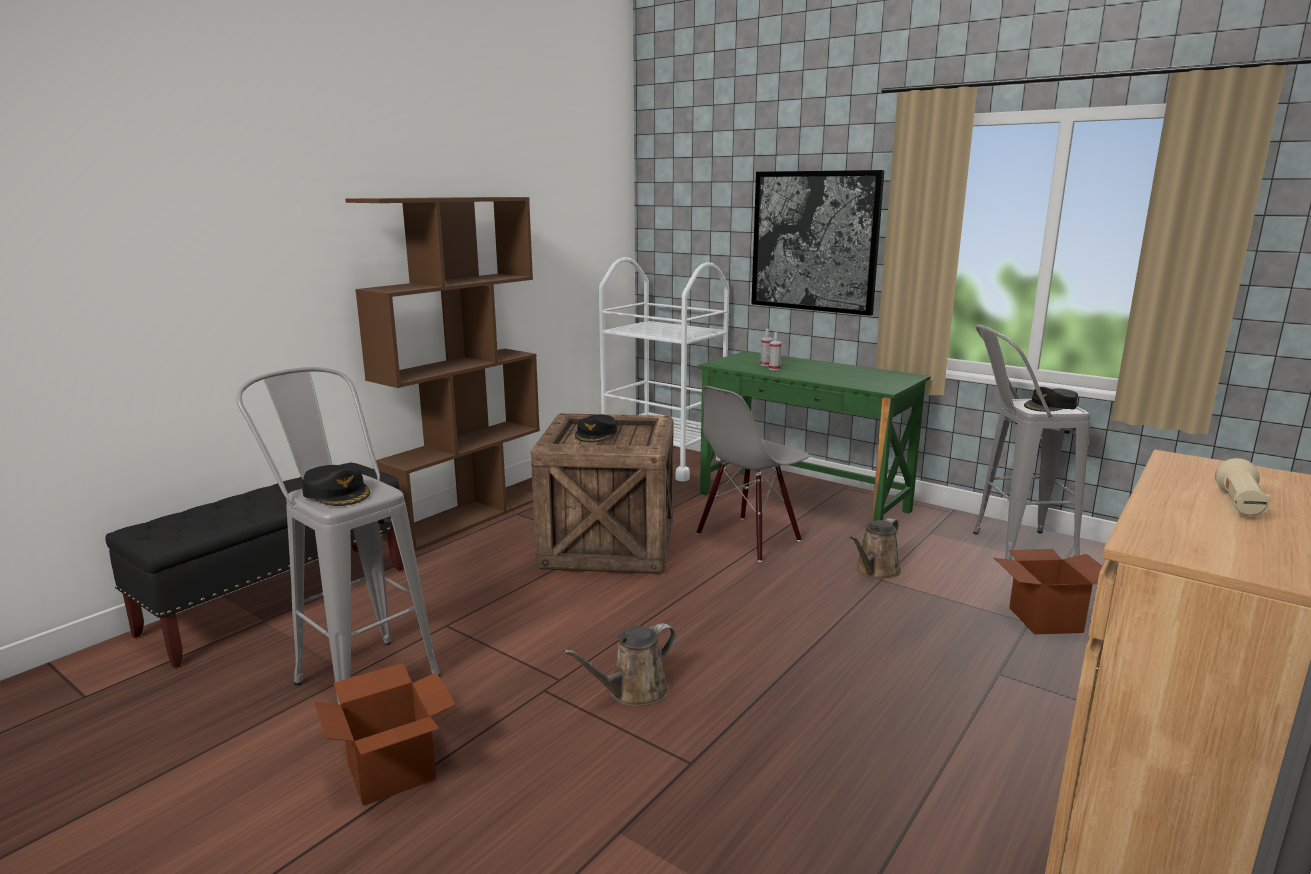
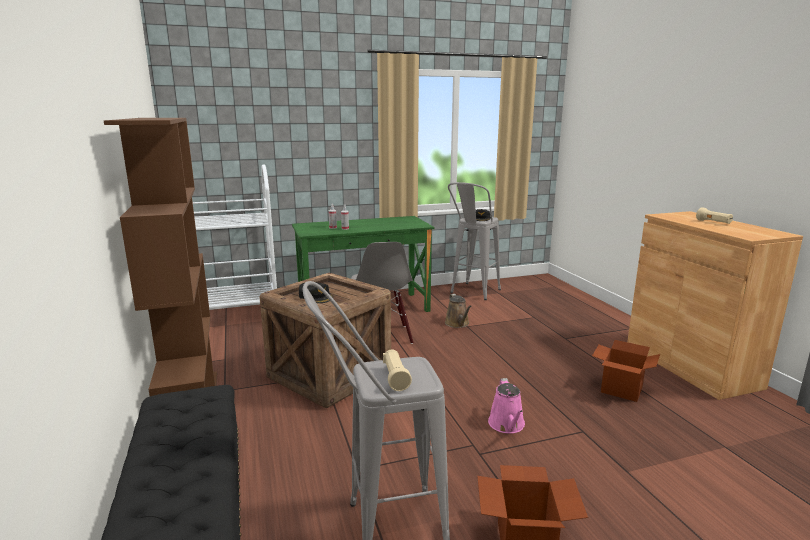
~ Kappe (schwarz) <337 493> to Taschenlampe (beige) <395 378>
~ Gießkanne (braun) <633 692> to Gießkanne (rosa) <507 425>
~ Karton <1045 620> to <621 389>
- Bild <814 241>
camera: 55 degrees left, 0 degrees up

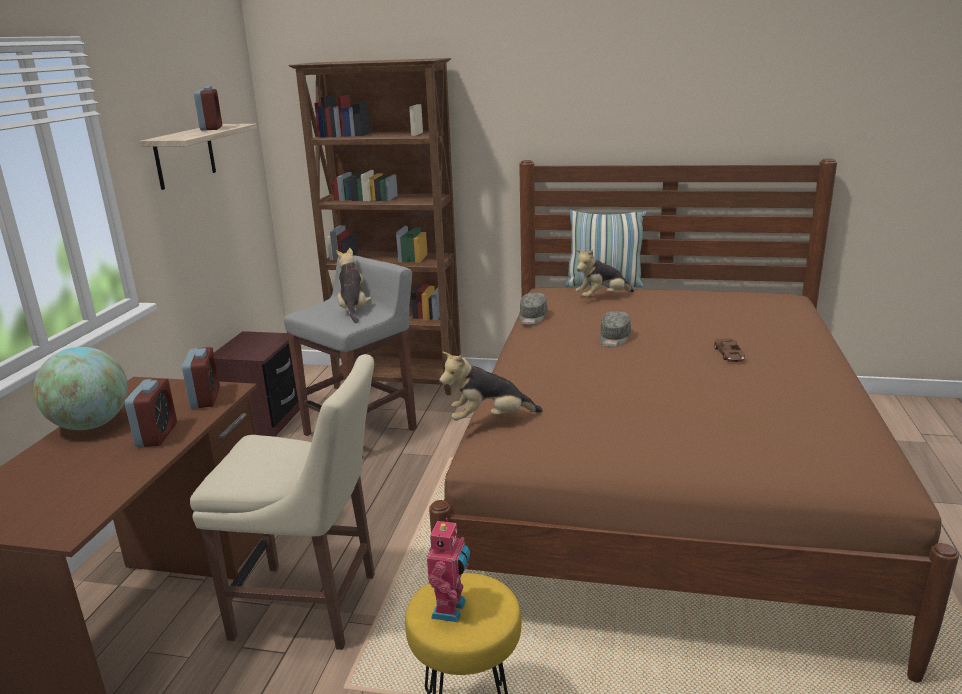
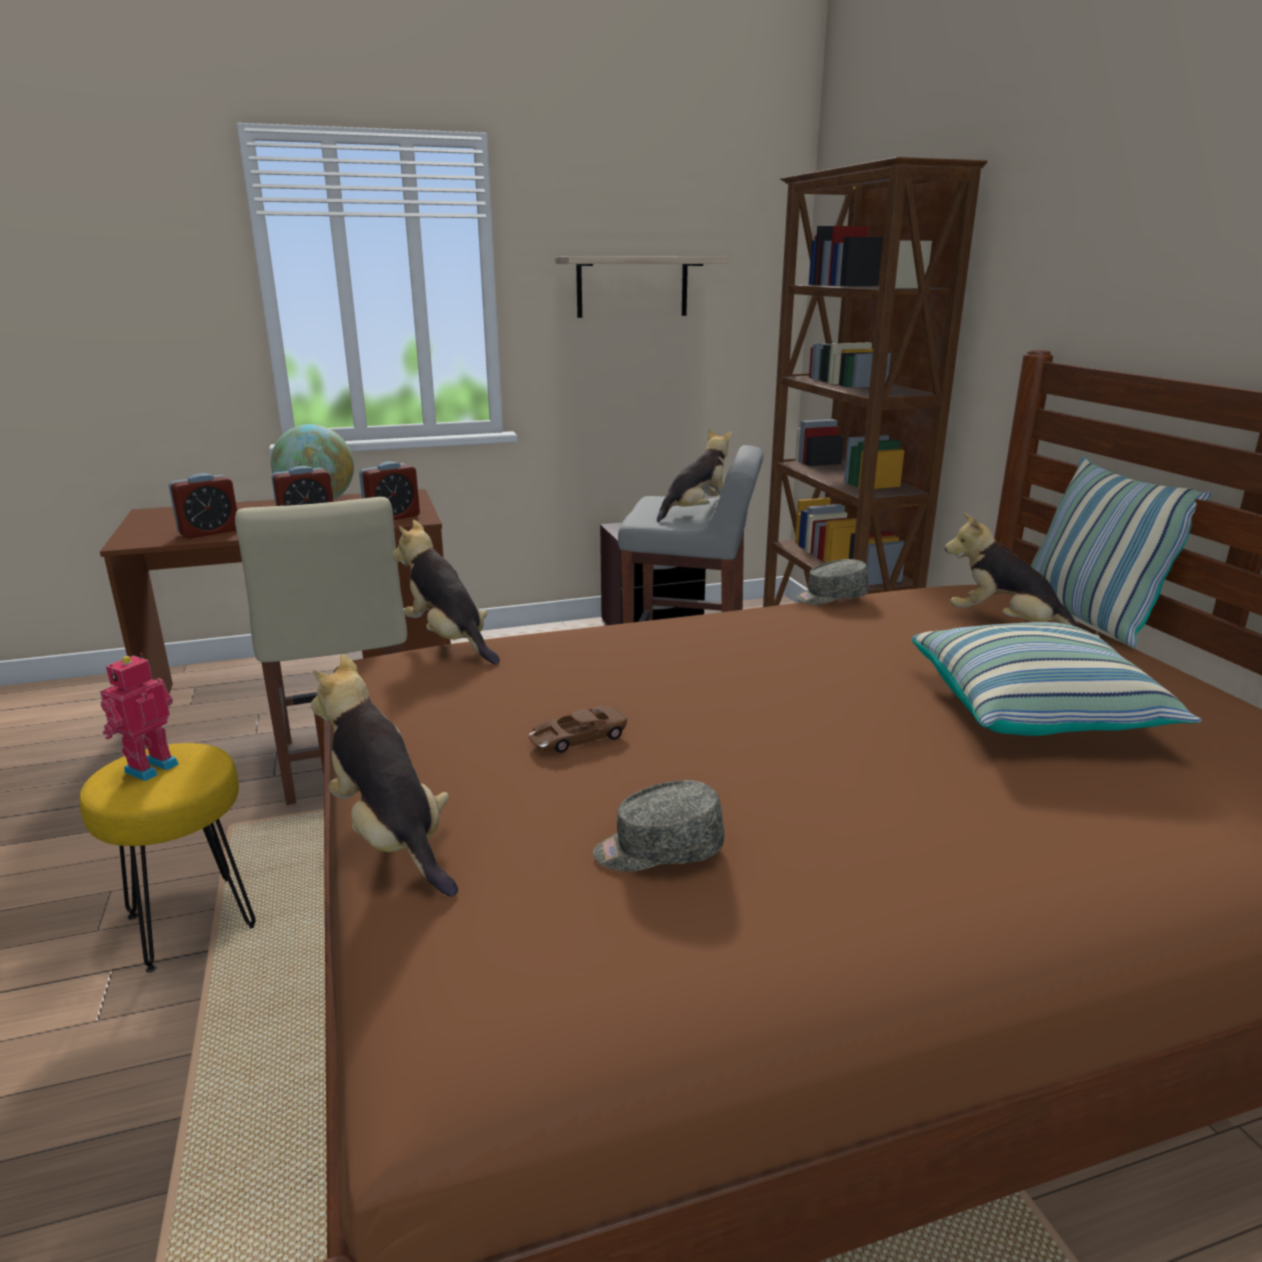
~ Spielzeugroboter <451 610> = <149 767> 135 degrees clockwise
~ Wecker <211 128> to <209 532>
+ Plüschtier <391 837>
~ Spielzeugauto (braun) <729 354> to <577 738>
~ Kappe (grau) <614 338> to <658 850>
+ Kissen <1036 710>
camera: 60 degrees right, 0 degrees up

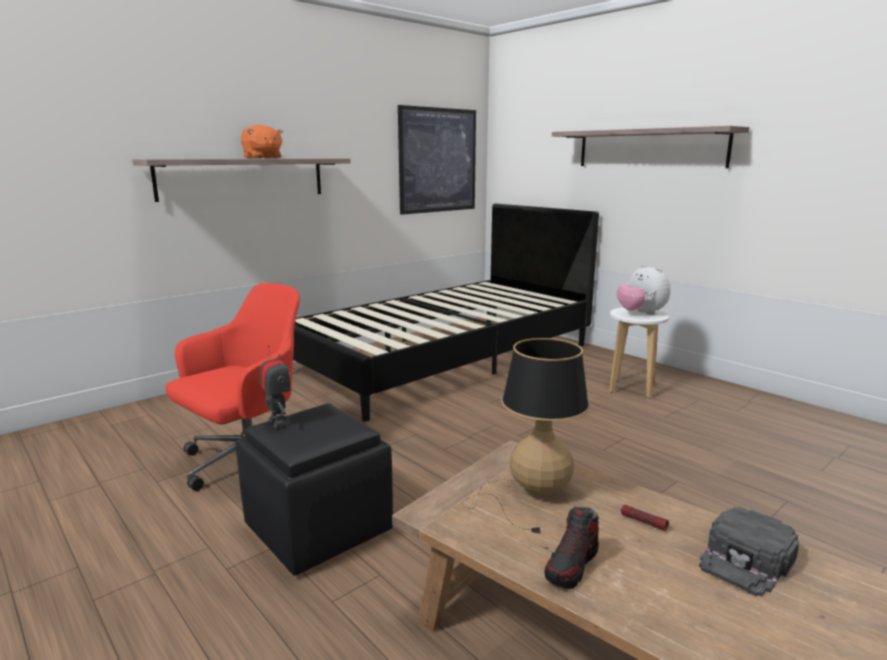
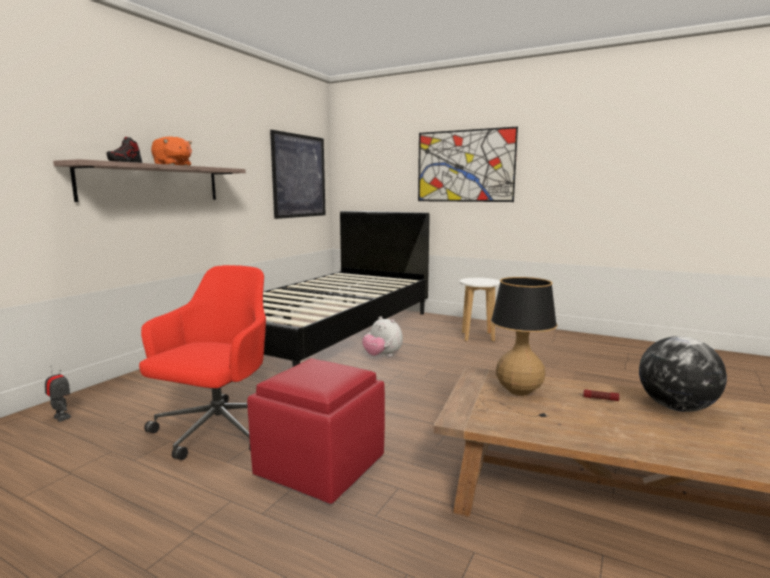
~ Spielzeugroboter <278 422> to <61 417>
~ Schuh <572 565> to <125 162>
~ Polsterhocker (schwarz) <316 528> to Polsterhocker (rot) <319 467>
~ Plüschtier <641 313> to <382 356>
~ Wandregal <649 148> to Bild <465 166>
~ Kappe (schwarz) <746 559> to Globus <676 407>
camera: 20 degrees left, 5 degrees down

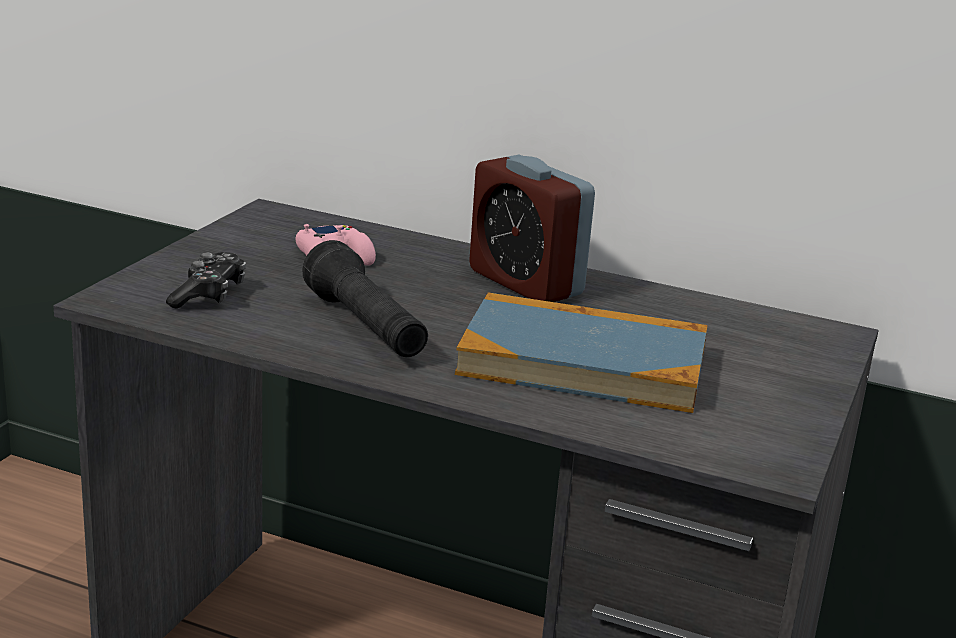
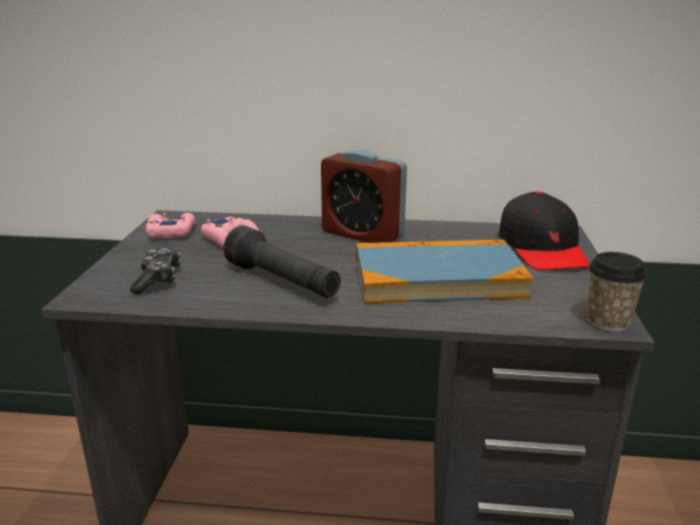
+ Gamepad (rosa) <171 232>
+ Kappe (schwarz) <542 248>
+ Tasse <607 322>
camera: 15 degrees left, 0 degrees up

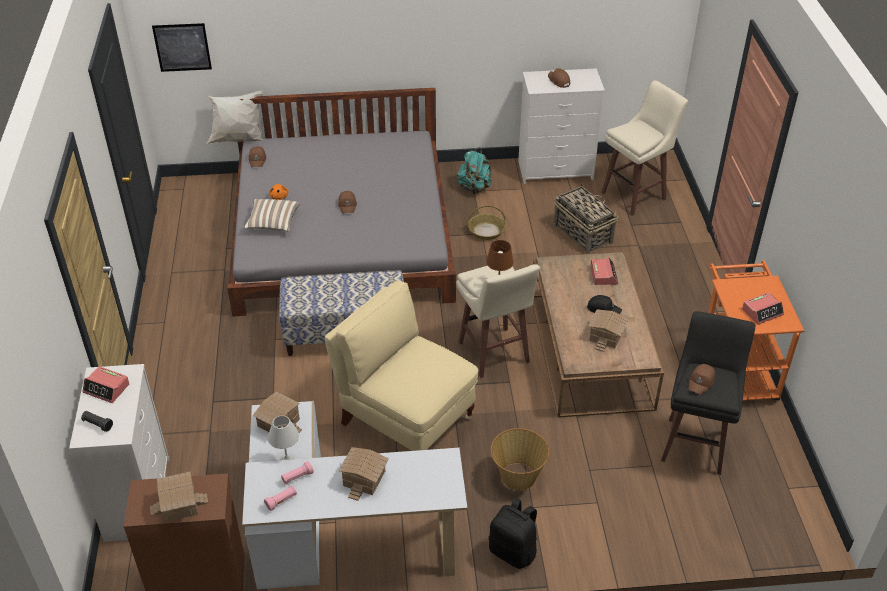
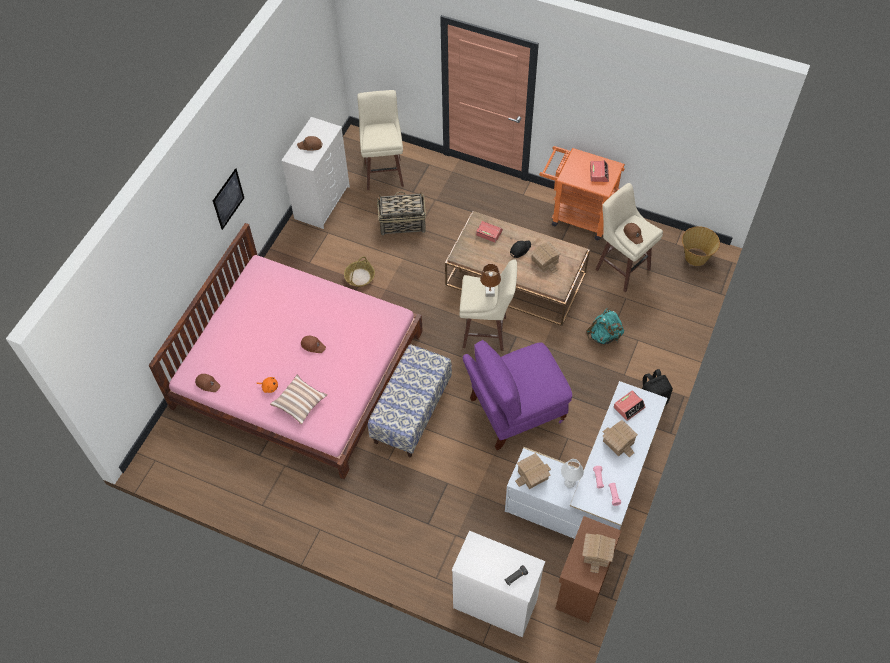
~ Bett (grau) <342 234> to Bett (rosa) <298 369>
~ Bild <182 47> to <228 199>
~ Stuhl (beige) <405 419> to Stuhl (lila) <515 410>
~ Rucksack (türkis) <474 188> to <604 336>
~ Hocker (schwarz) <695 444> to Hocker (beige) <621 268>
~ Wecker <107 388> to <629 407>
~ Korb <517 476> to <695 257>
- Kissen (weiß) <238 140>
camera: 60 degrees left, 15 degrees up

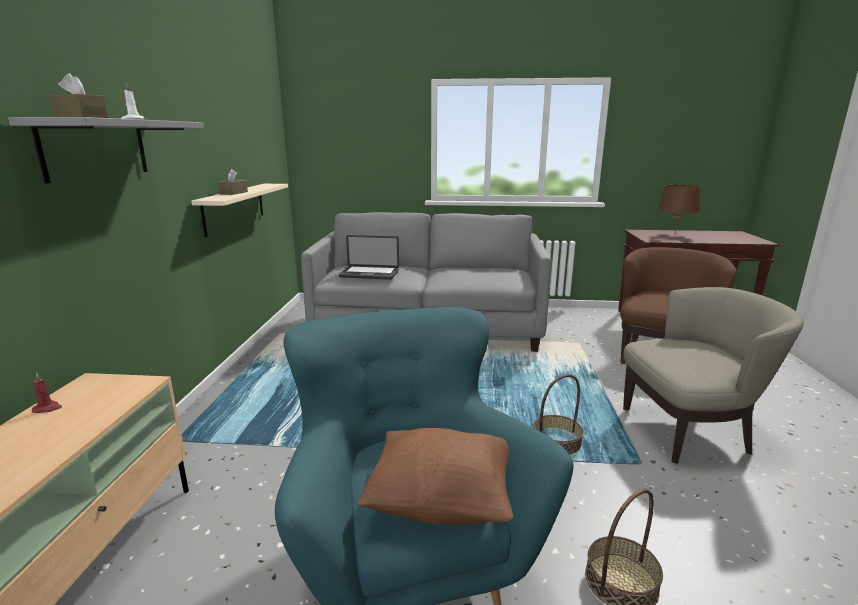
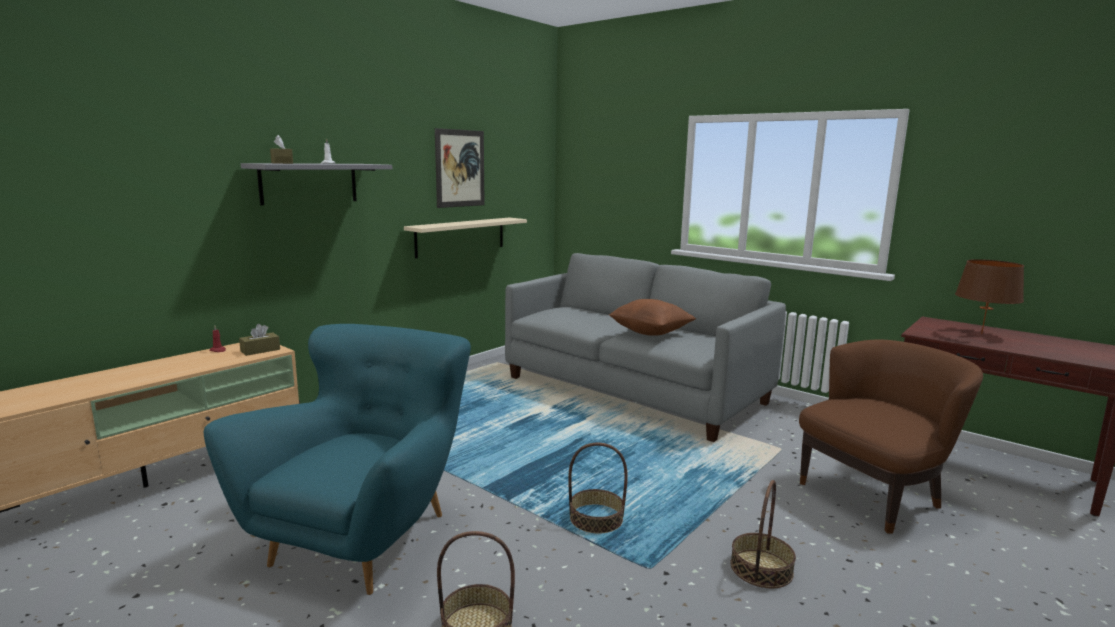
~ Taschentuchbox (braun) <233 193> to <260 350>
+ Bild <460 168>
~ Kissen (braun) <442 501> to <650 333>
~ Sessel (beige) <689 431> to Korb <761 568>
- Laptop <369 274>
camera: 35 degrees right, 5 degrees down

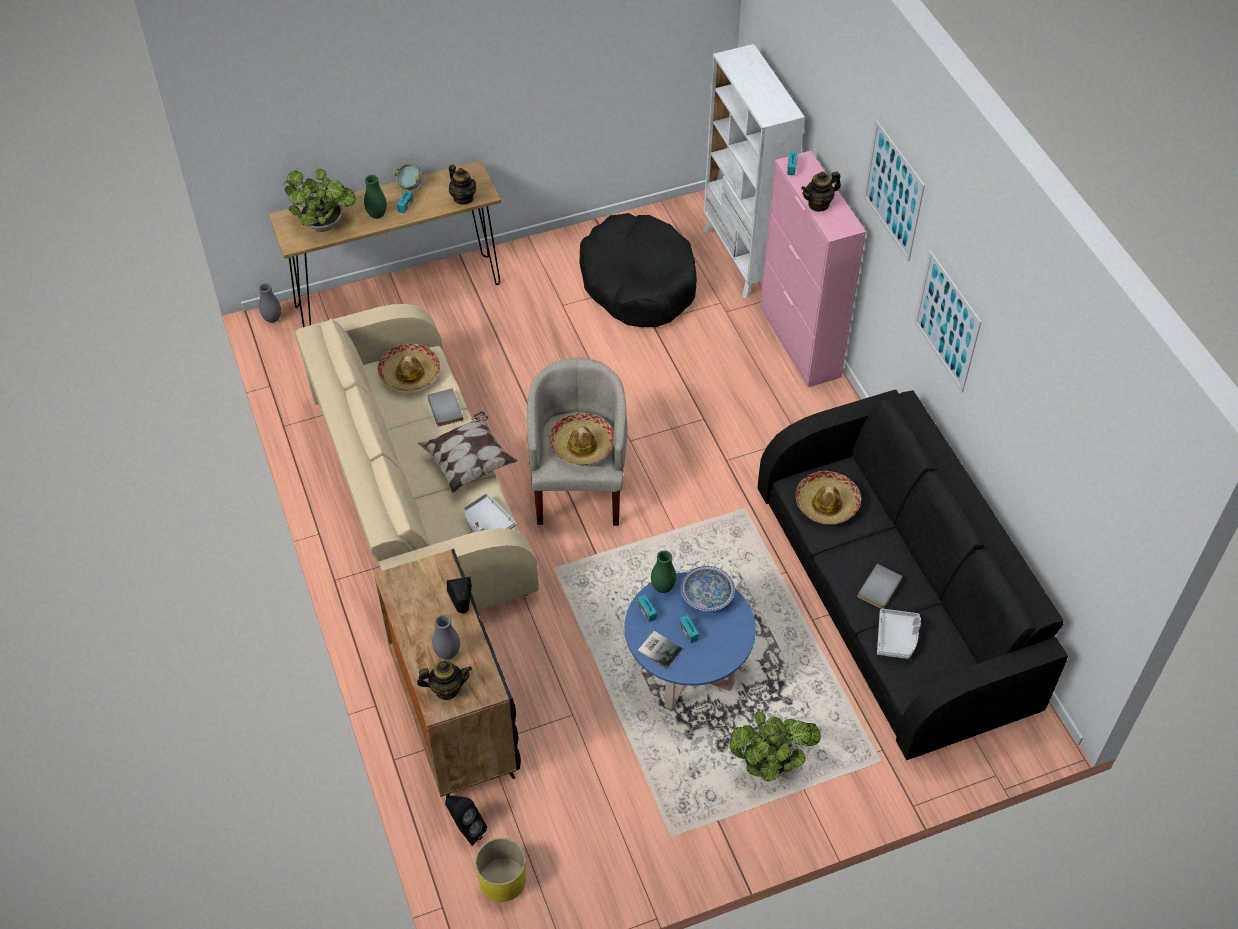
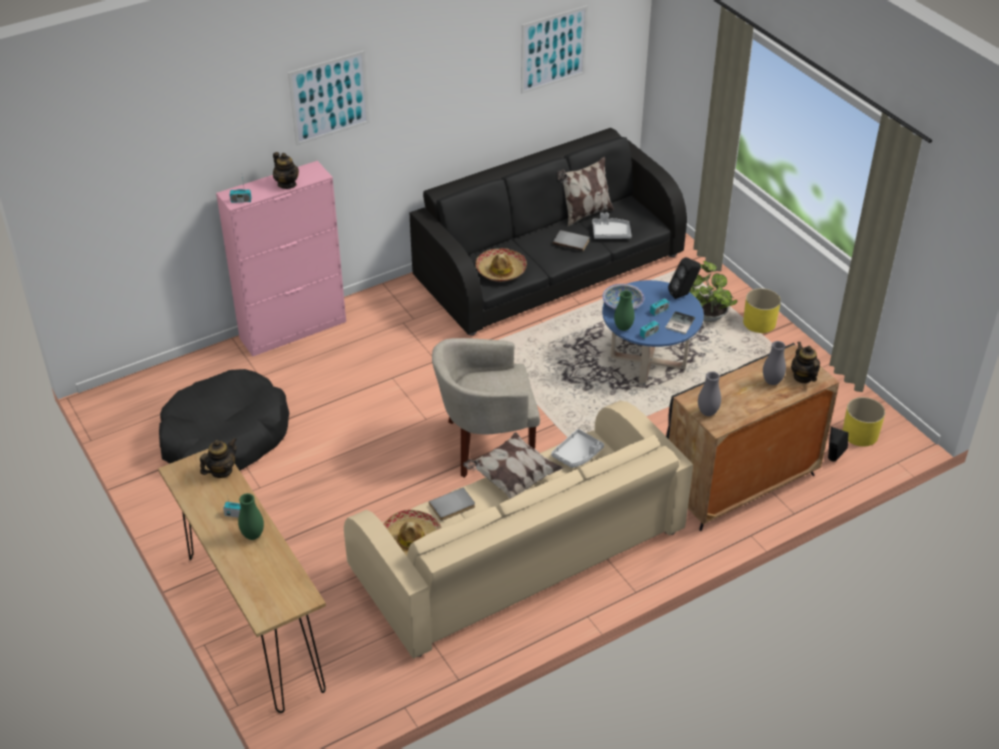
~ Bild <947 321> to <553 49>
+ Kissen <585 214>
~ Lautsprecher (schwarz) <463 610> to <683 294>
~ Vase (grau) <272 319> to <707 412>
+ Pflanzkübel (gelb) <759 323>
- Topfpflanze <326 225>
- Schüssel <410 186>
- Hut <582 445>
- Bücherregal (weiß) <742 258>
camera: 100 degrees left, 10 degrees down

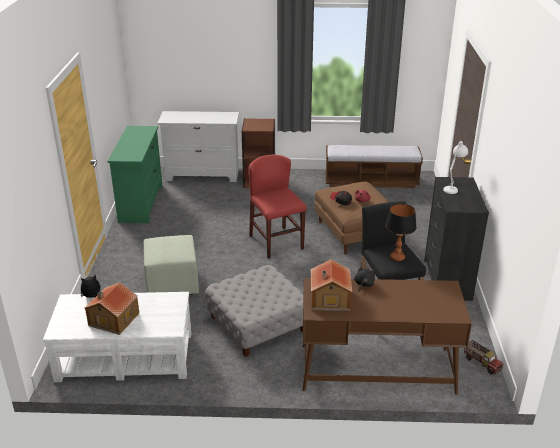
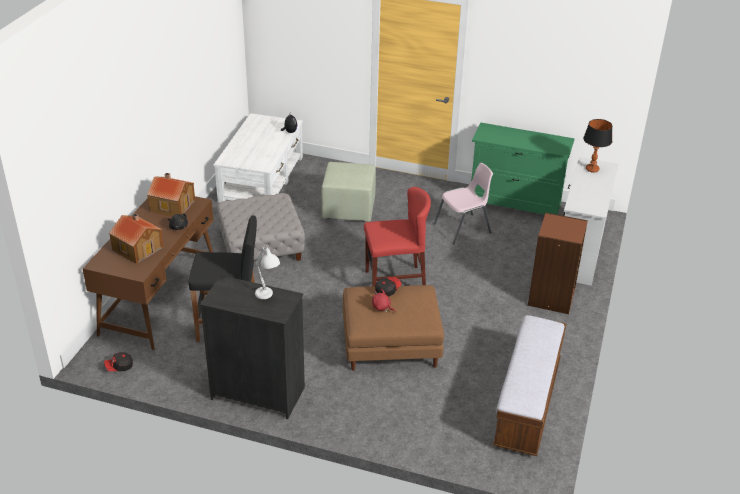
~ Spielzeuglaster <482 363> to Kappe <119 367>
~ Spielzeughaus <113 319> to <138 248>
+ Stuhl (rosa) <463 228>
~ Tischlampe <397 257> to <592 169>
camera: 105 degrees right, 5 degrees up

